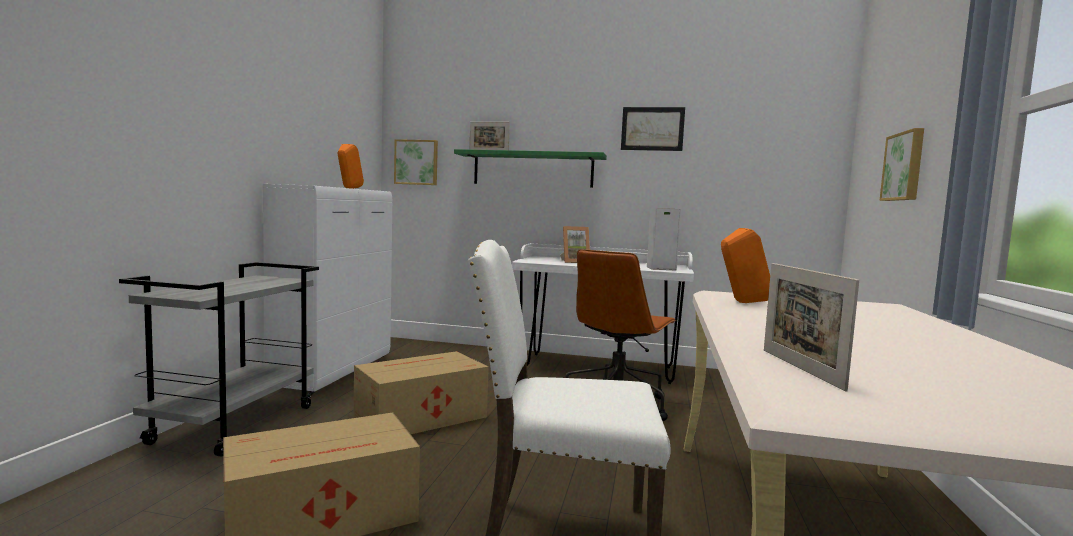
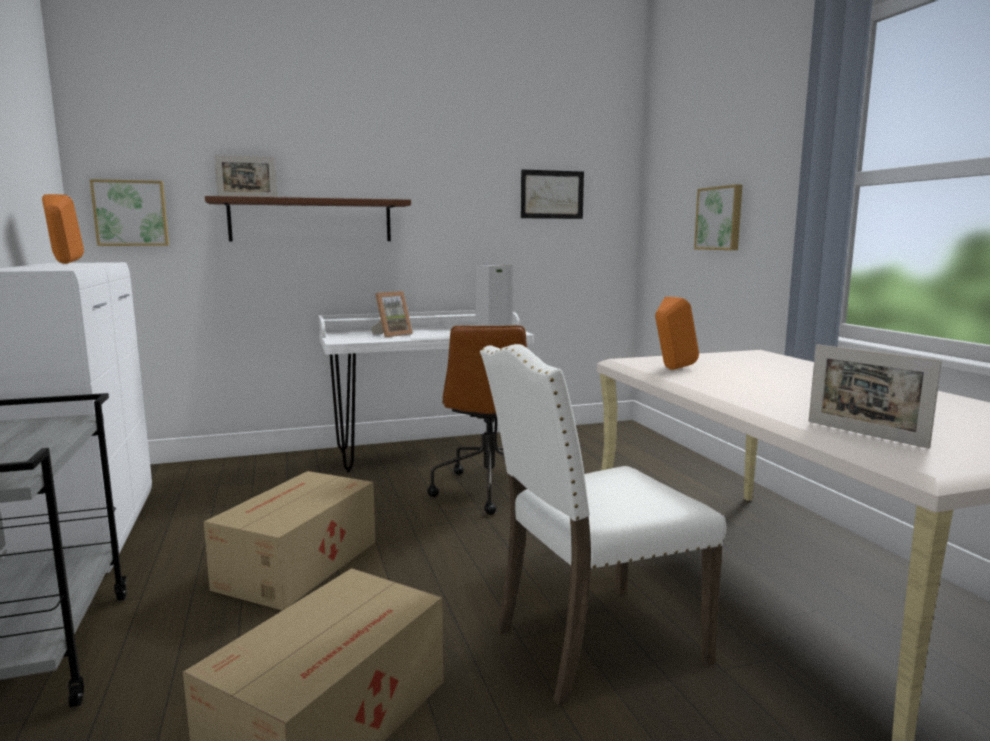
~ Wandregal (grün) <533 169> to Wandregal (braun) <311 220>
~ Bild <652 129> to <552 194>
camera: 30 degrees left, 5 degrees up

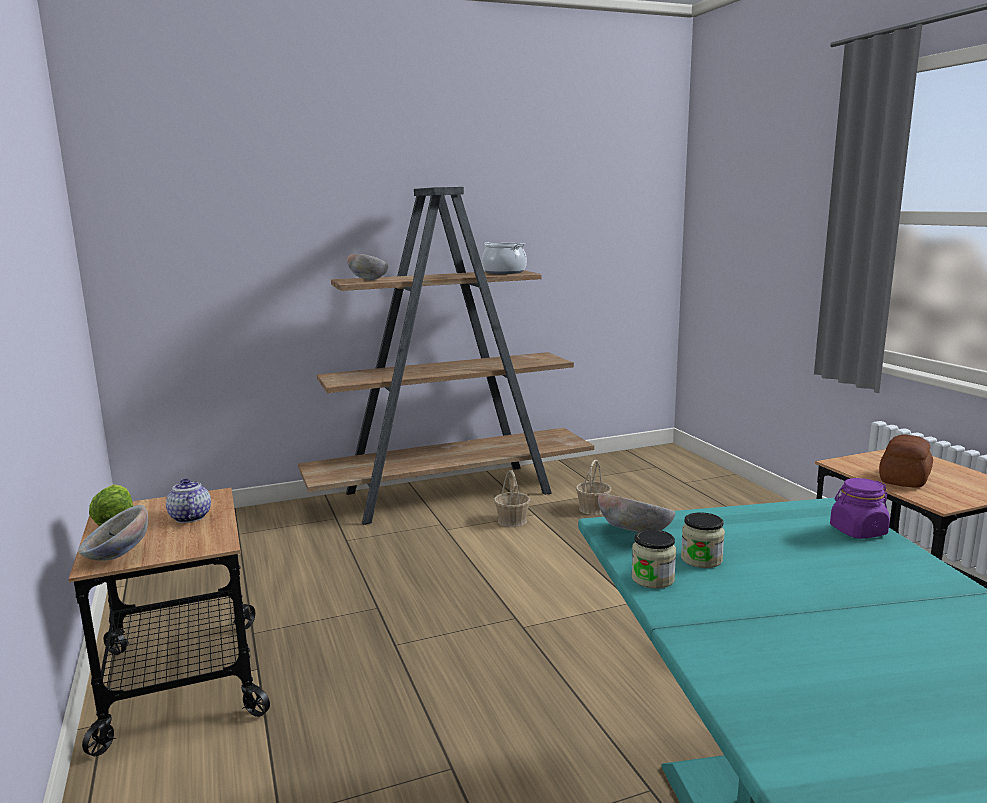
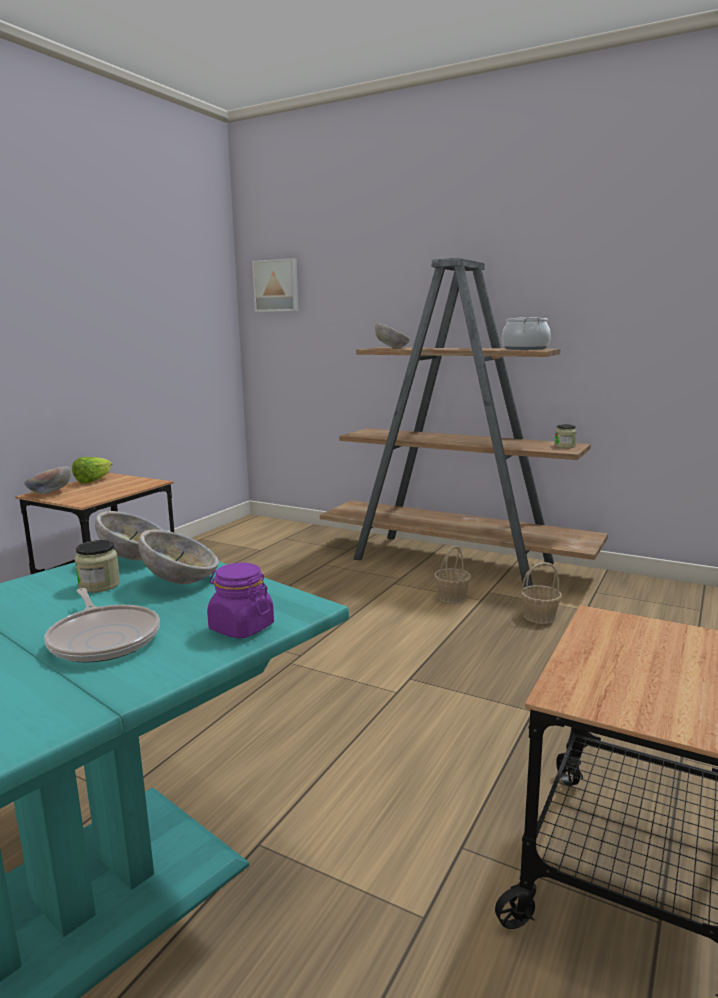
+ Pfanne <104 639>
+ Schüssel <181 581>
+ Bild <277 285>
~ Vorratsglas <652 578> to <564 446>
- Teekanne <189 517>
- Brot <903 479>
camera: 50 degrees right, 0 degrees up

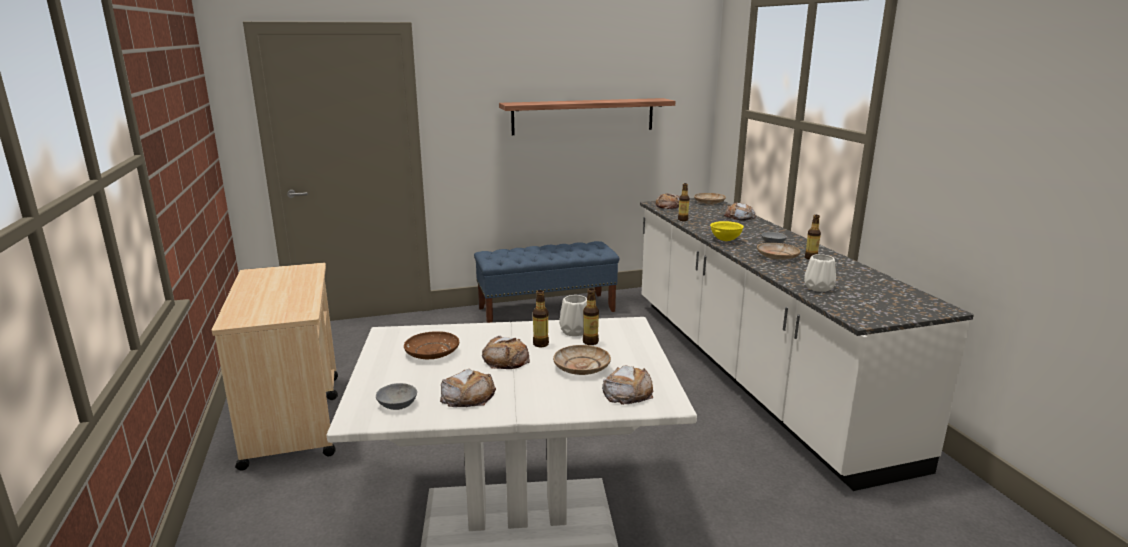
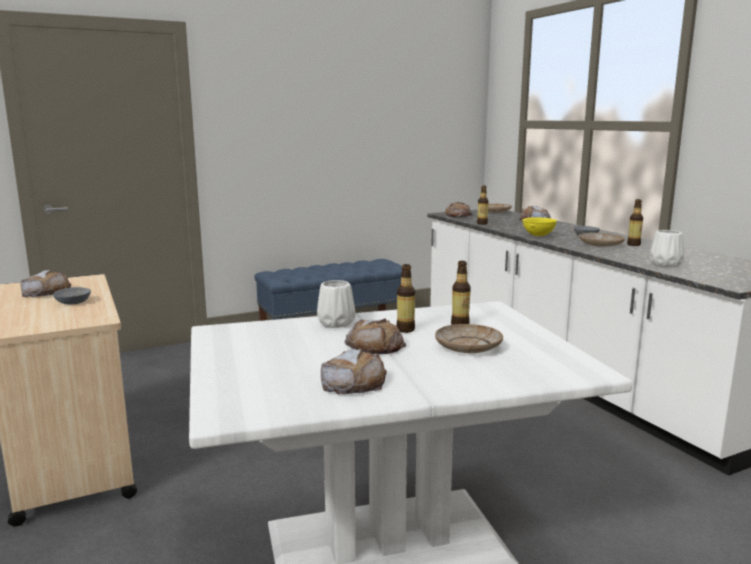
~ Brot <627 392> to <46 292>
~ Schüssel (grau) <396 404> to <72 302>
~ Vase (weiß) <575 331> to <336 323>
- Teller (braun) <432 352>
- Wandregal <583 116>
camera: 10 degrees left, 5 degrees down

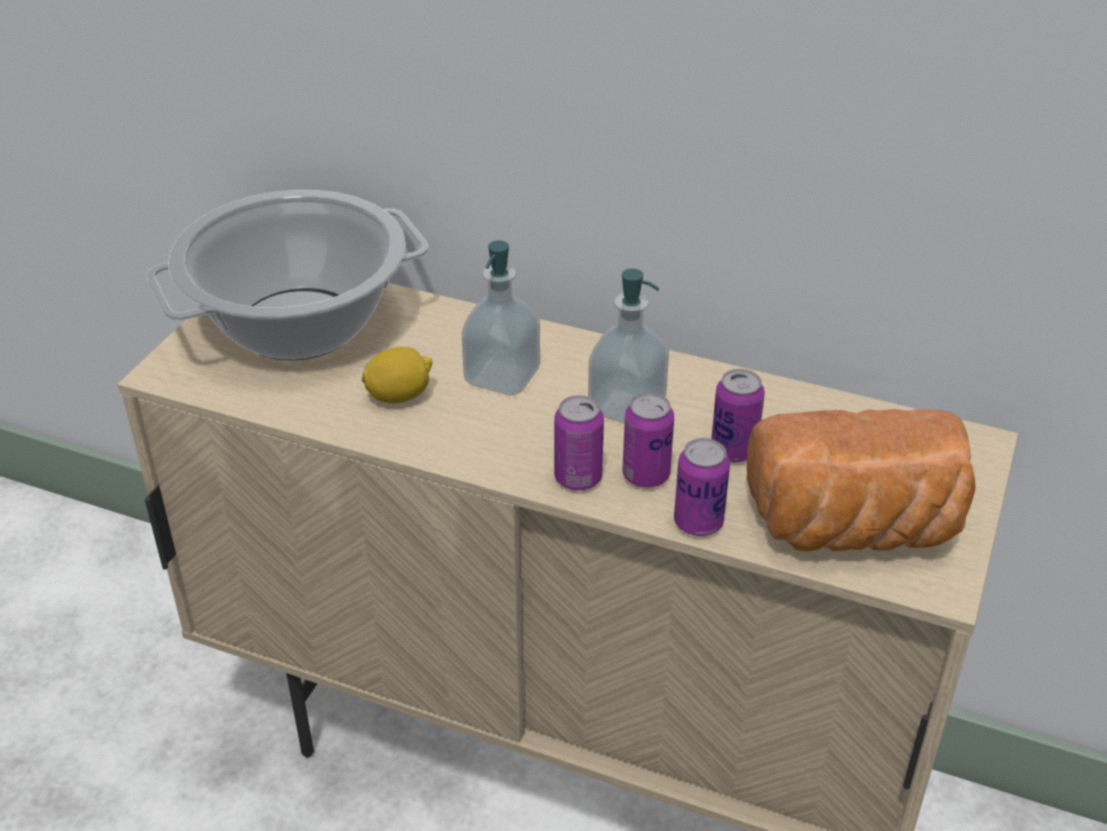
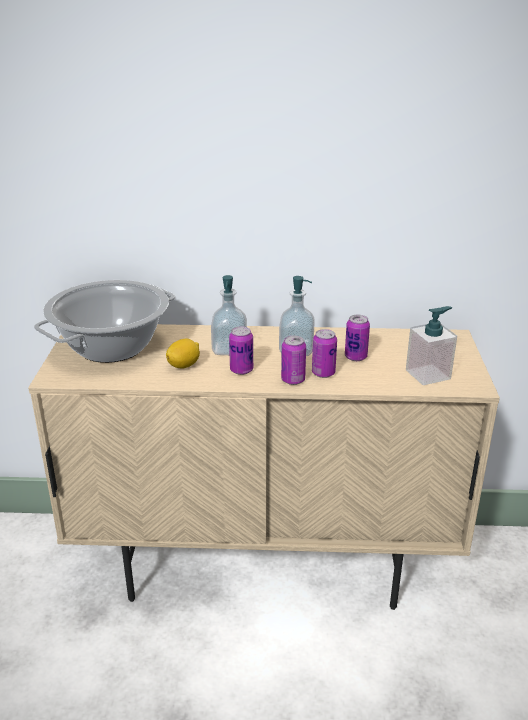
~ Dose <698 522> to <241 370>
~ Brot <856 529> to Seifenspender <428 374>
camera: 20 degrees left, 10 degrees down

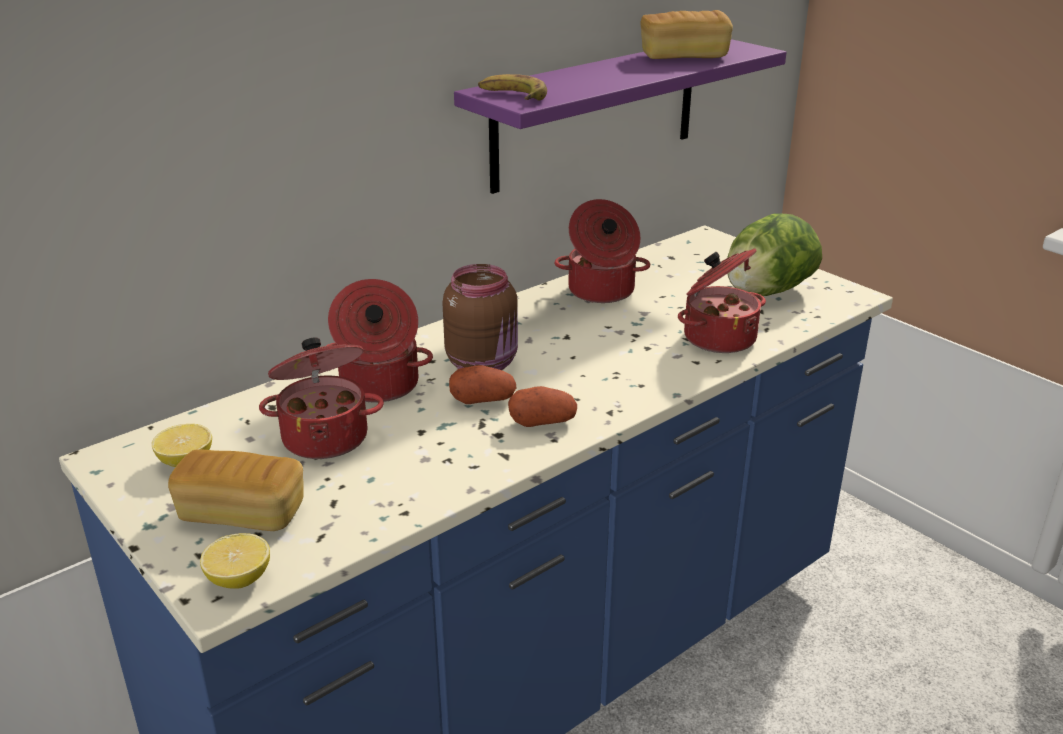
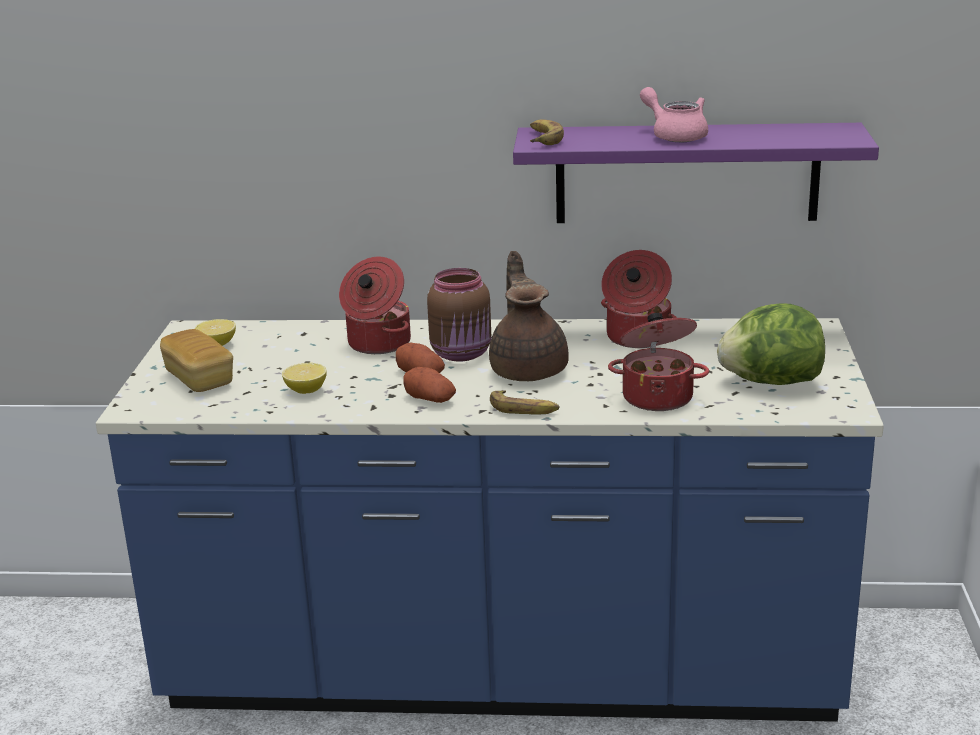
~ Zitrone <239 579> to <306 390>
+ Teekanne (braun) <529 369>
+ Banane <524 409>
+ Teekanne (rosa) <675 135>
- Kochtopf <325 436>
- Brot <683 57>
camera: 45 degrees right, 5 degrees down

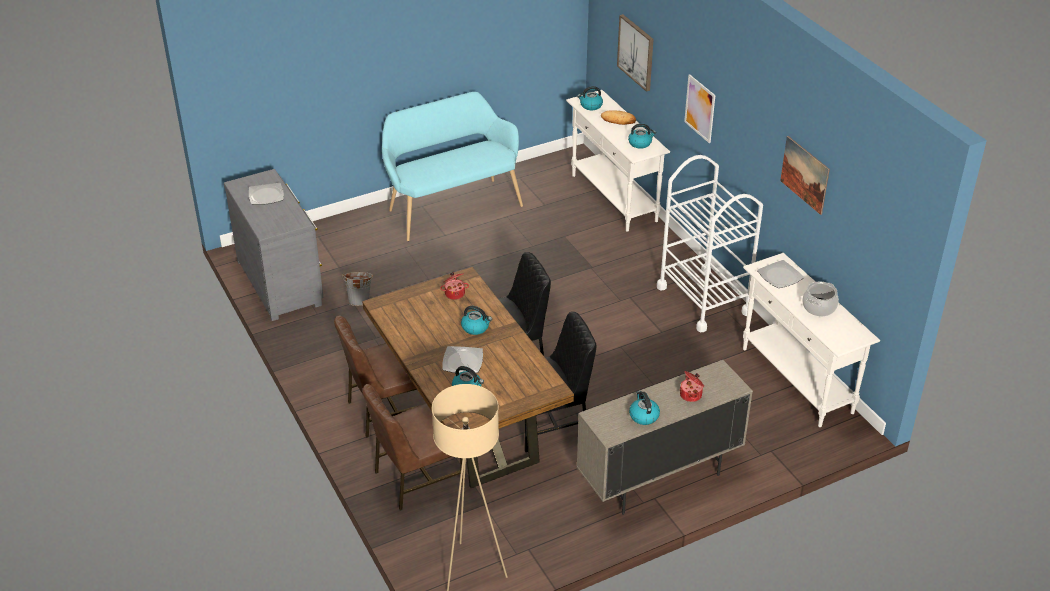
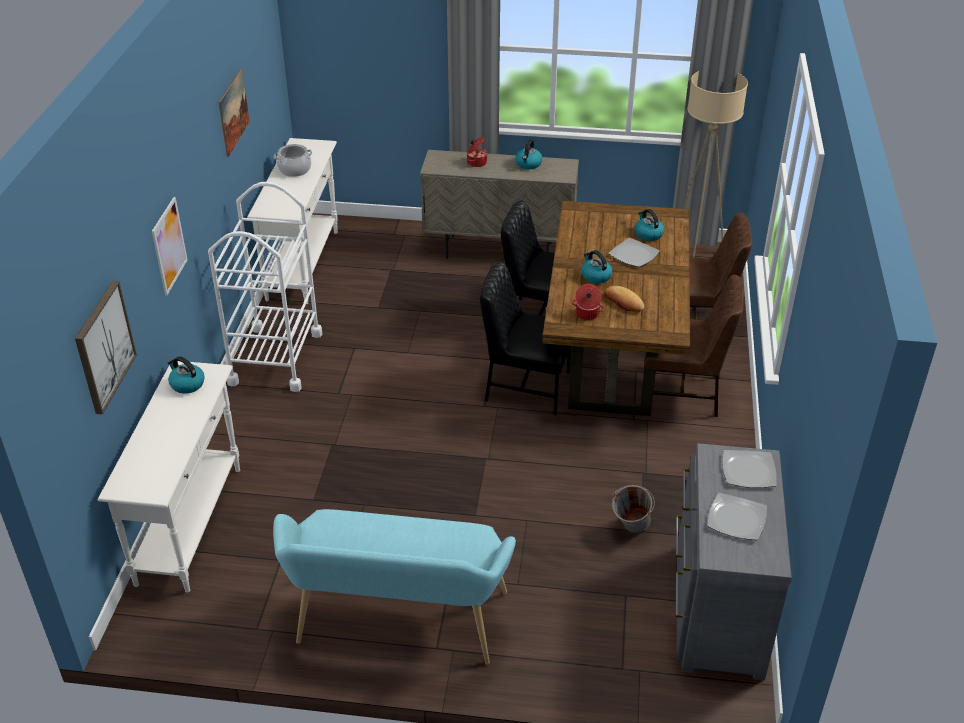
~ Brot <618 120> to <623 302>
~ Teller <780 276> to <749 470>
- Wasserkessel <590 106>
camera: 145 degrees left, 0 degrees up

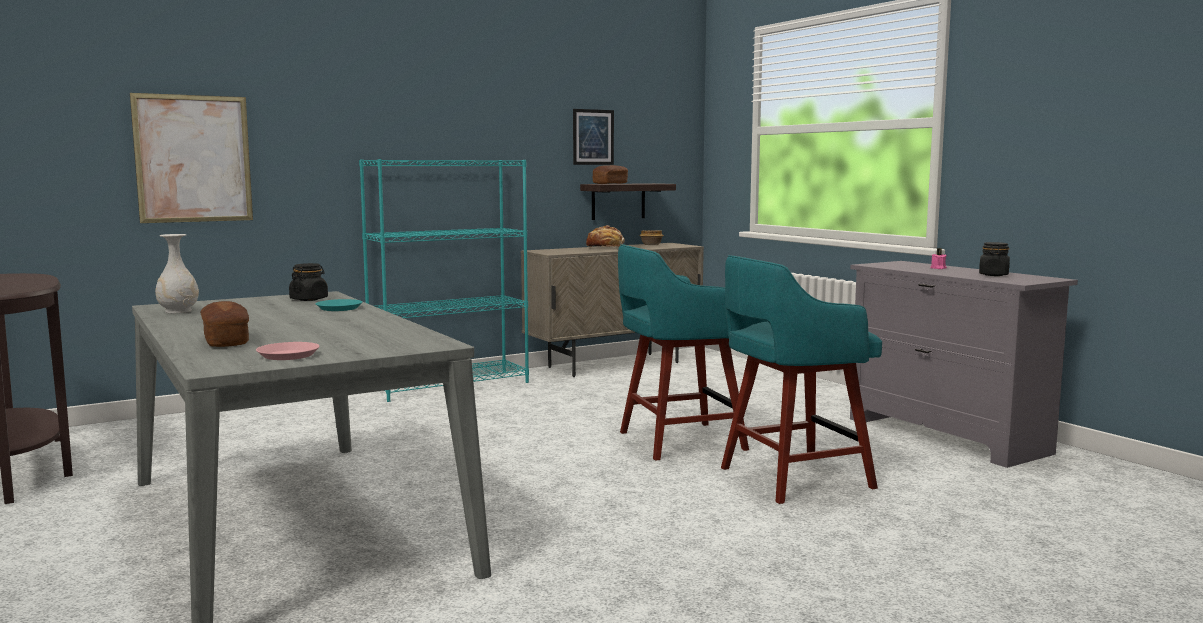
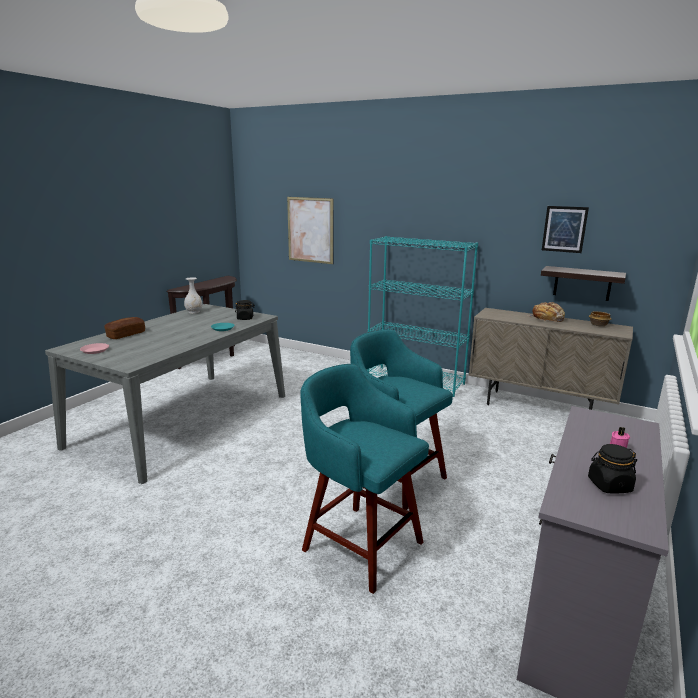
- Brot <610 183>
camera: 60 degrees right, 10 degrees up

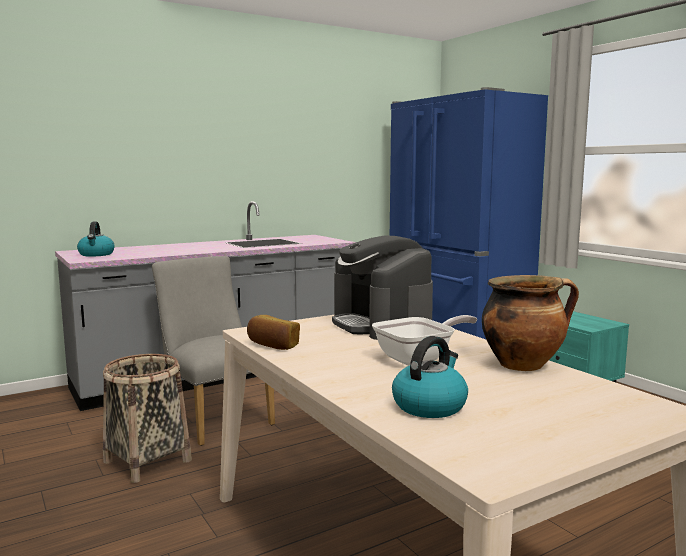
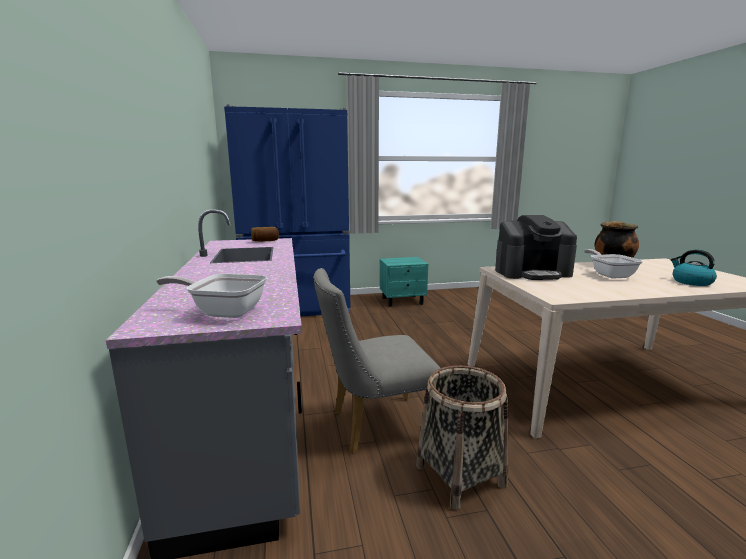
~ Wasserkessel <96 254> to Pfanne <223 312>
~ Brot <273 345> to <265 241>
camera: 70 degrees left, 5 degrees up

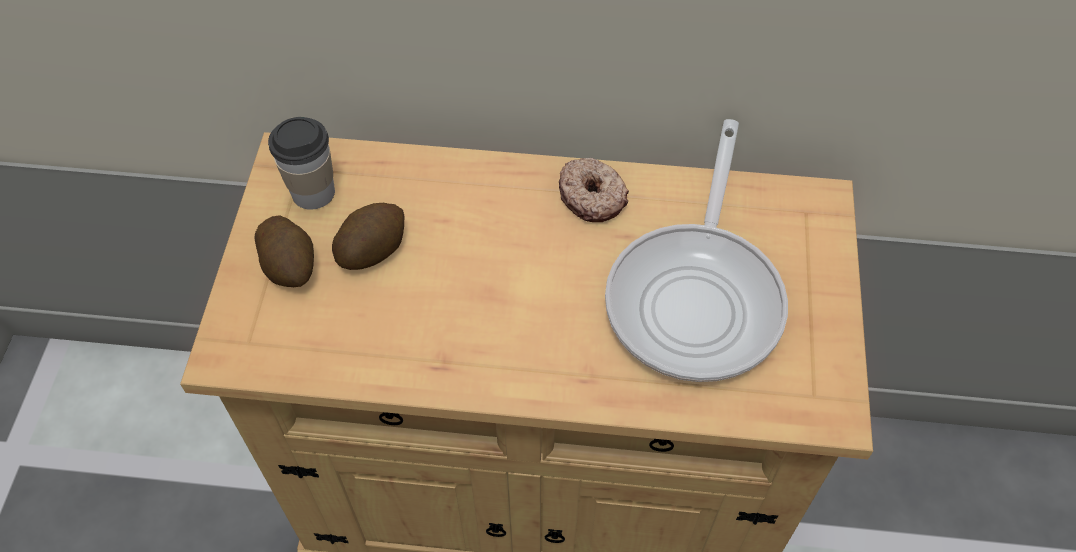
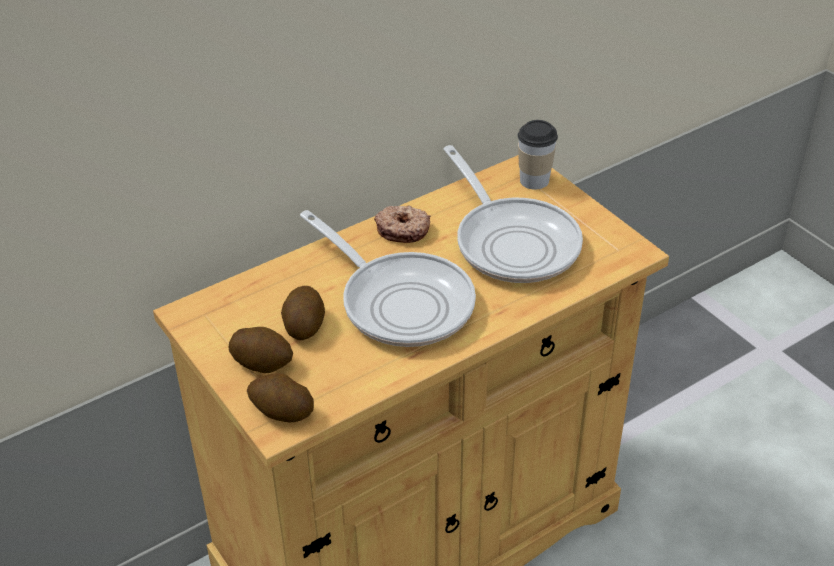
+ Kartoffel <281 412>
+ Pfanne <400 301>
~ Tasse <313 192> to <534 180>
camera: 40 degrees left, 15 degrees down

